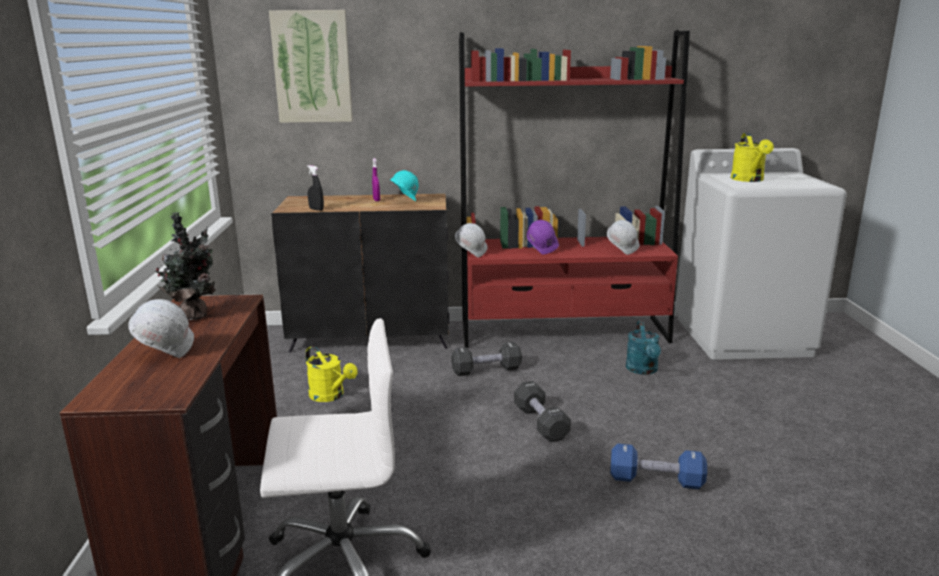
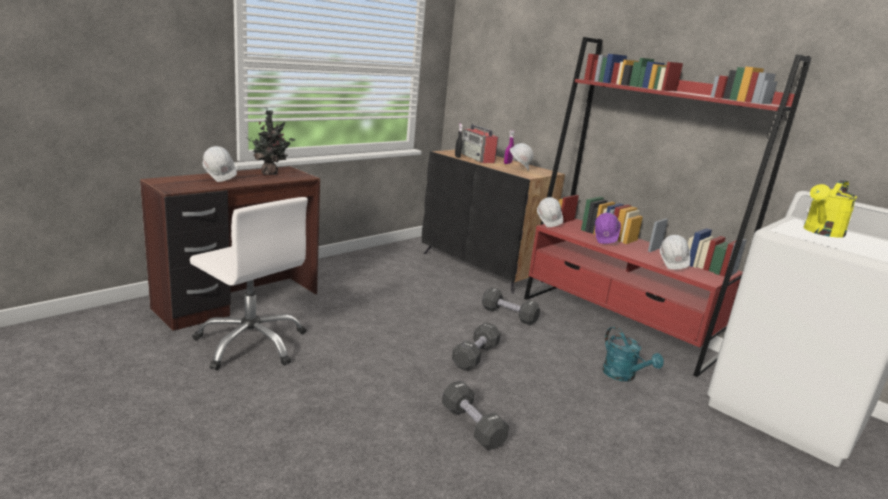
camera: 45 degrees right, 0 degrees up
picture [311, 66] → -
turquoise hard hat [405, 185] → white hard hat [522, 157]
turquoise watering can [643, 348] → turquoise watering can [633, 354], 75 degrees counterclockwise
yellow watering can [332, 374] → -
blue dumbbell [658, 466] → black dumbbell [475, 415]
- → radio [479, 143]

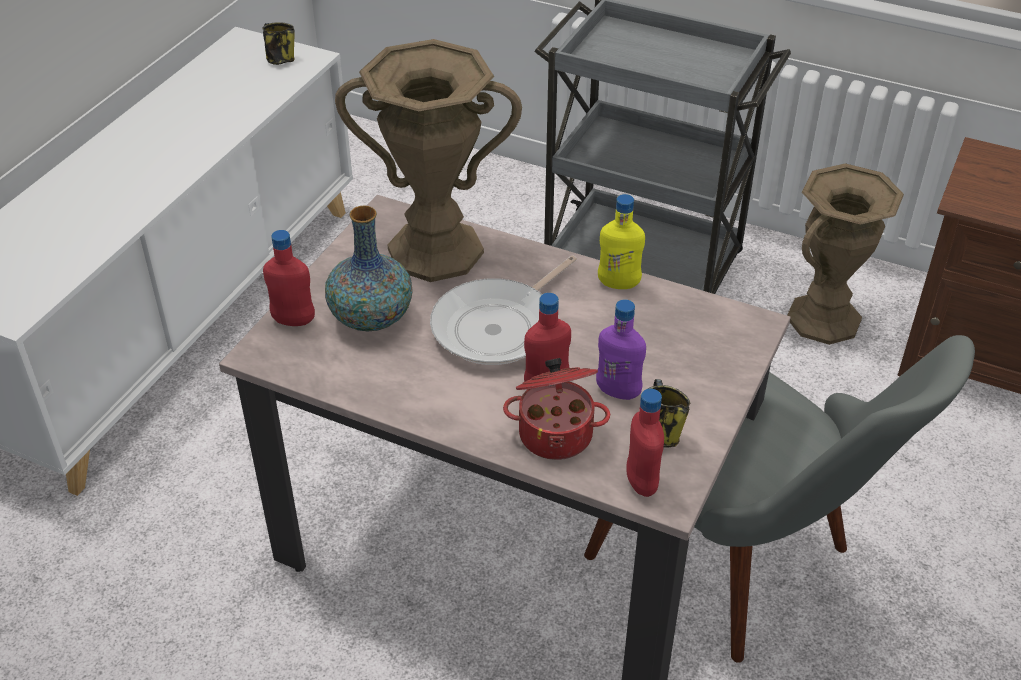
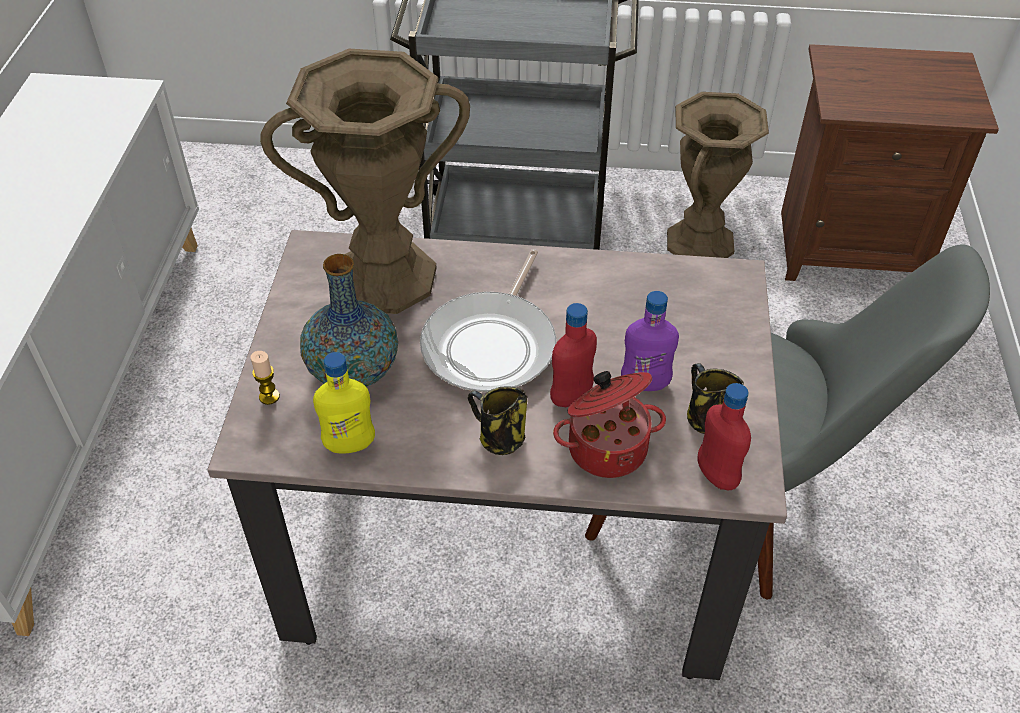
camera: 20 degrees left, 5 degrees up
mug [279, 43] → mug [497, 420], shifted
yellow bottle [621, 241] → yellow bottle [344, 403], shifted
red bottle [289, 278] → candle [265, 378]

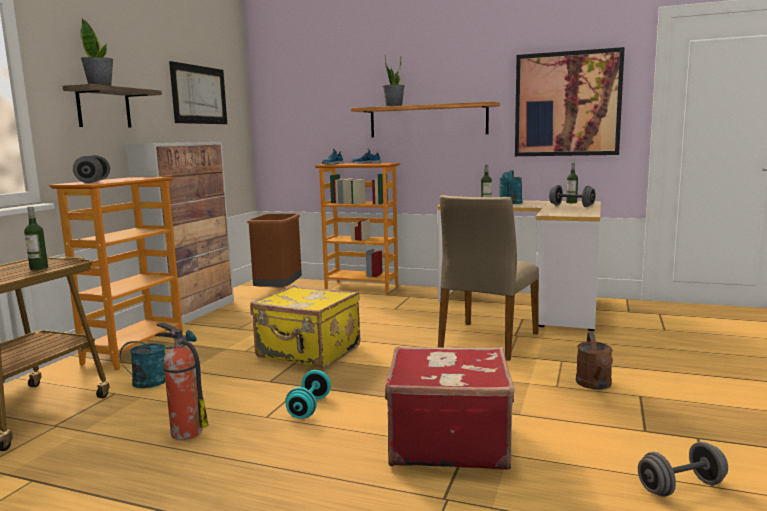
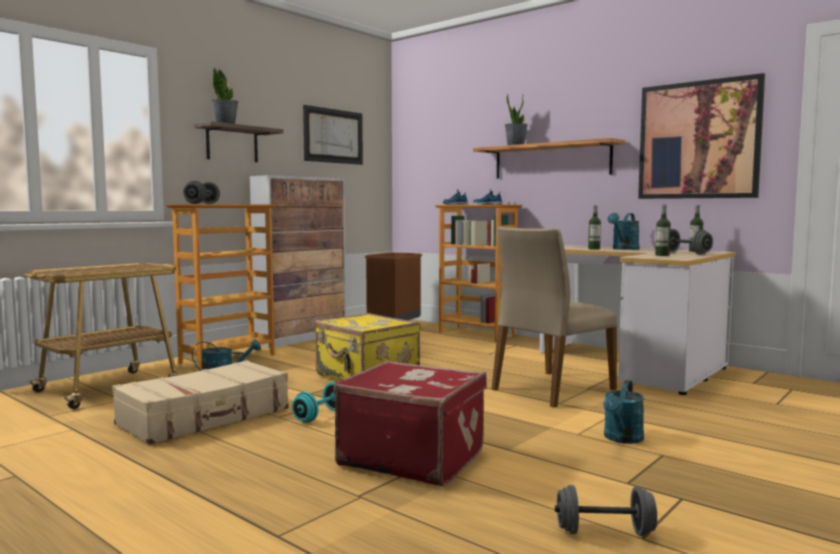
camera: 20 degrees right, 5 degrees down
bottle [36, 238] → bottle [663, 230], shifted
fire extinguisher [181, 381] → beige suitcase [200, 402]
brown watering can [594, 361] → turquoise watering can [623, 412]

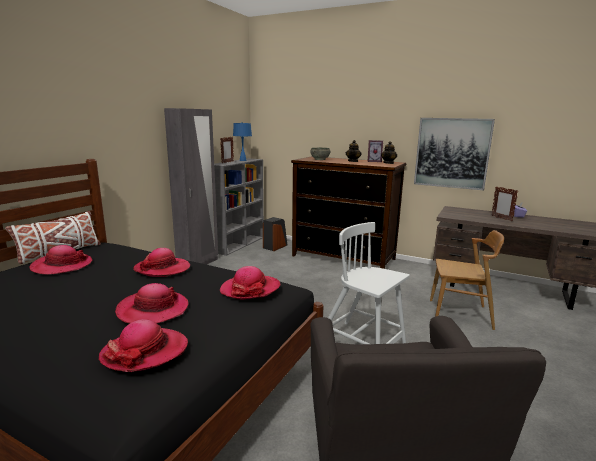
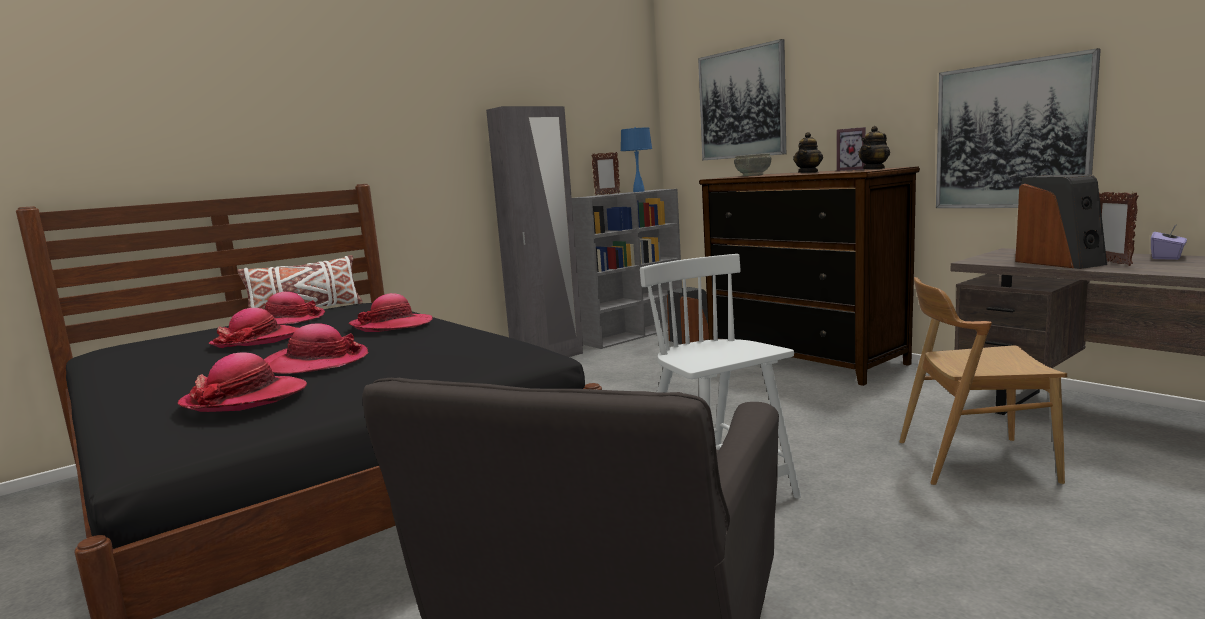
camera: 25 degrees right, 5 degrees down
brown chair [467, 280] → brown chair [983, 381], 150 degrees clockwise
hat [250, 283] → hat [254, 328], shifted
- → picture [742, 100]
- → speaker [1061, 221]

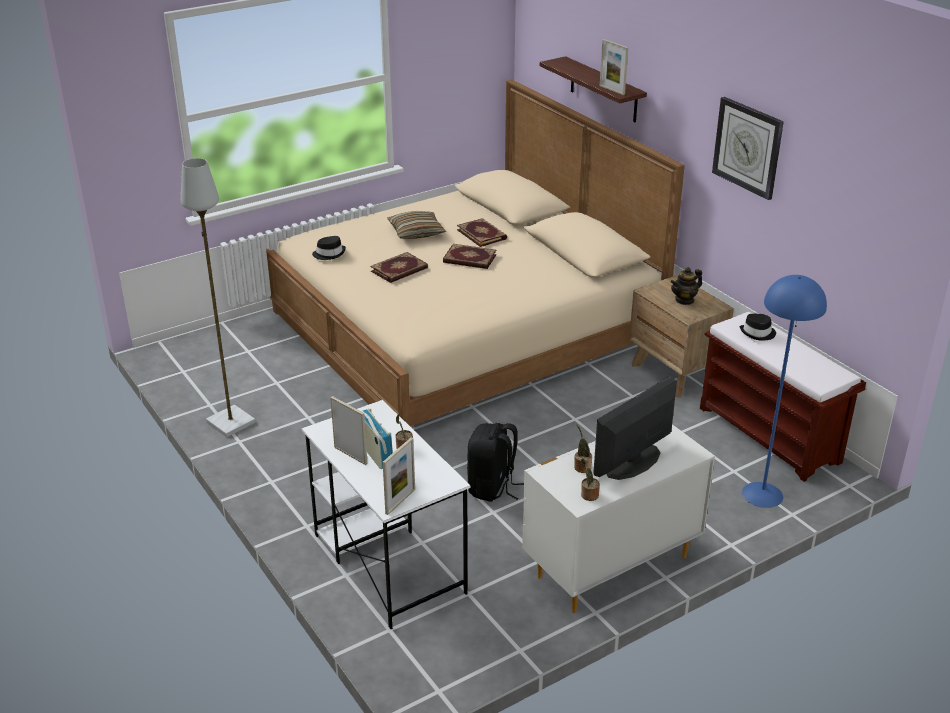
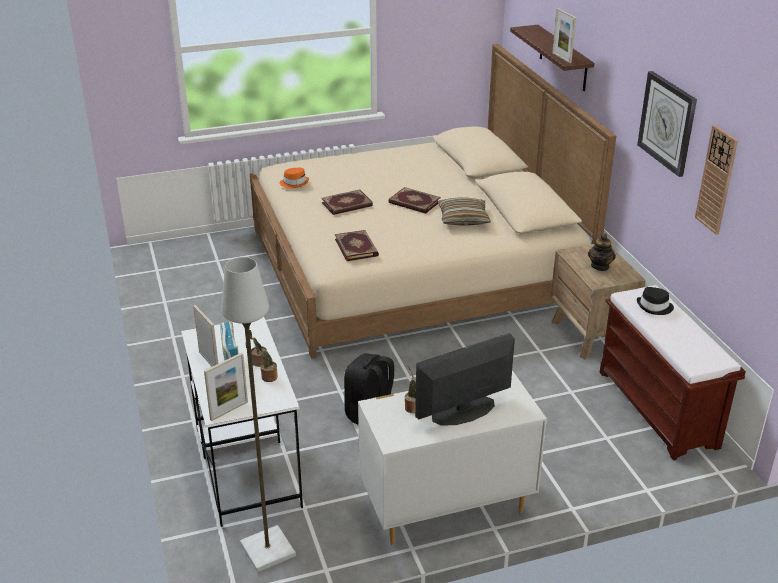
camera: 15 degrees right, 0 degrees up
grey floor lamp [218, 297] → grey floor lamp [258, 414], shifted
pillow [416, 225] → pillow [464, 212], shifted
book [482, 232] → book [357, 245], shifted
black hat [329, 248] → orange hat [294, 178]
teapot [686, 286] → teapot [602, 252], 60 degrees counterclockwise
blue floor lamp [784, 391] → -
potted plant [590, 479] → potted plant [267, 361], shifted
- → wall clock [716, 180]

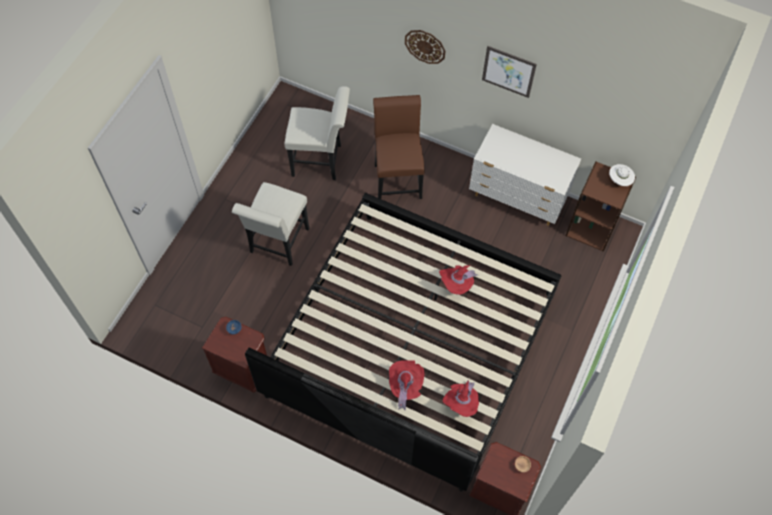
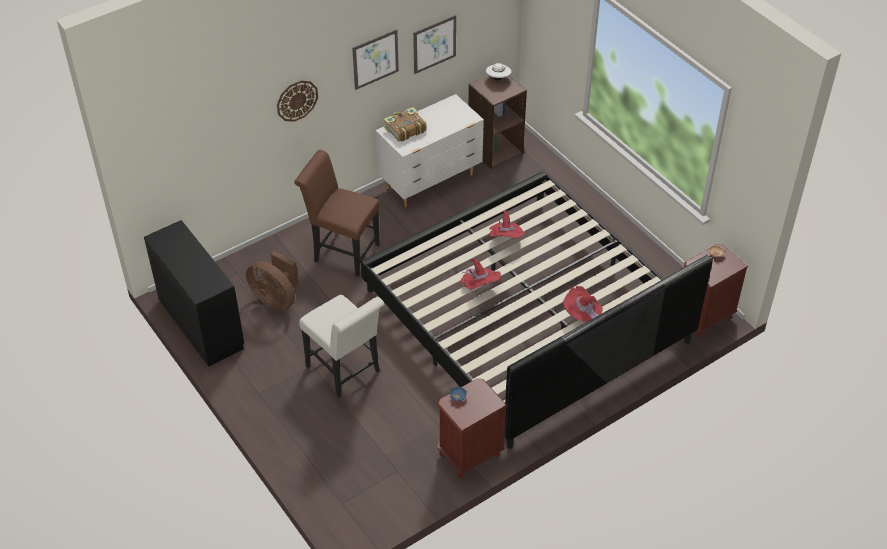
camera: 60 degrees left, 15 degrees down
white chair [317, 133] → brown fan [272, 281]
red hat [461, 398] → red hat [481, 274], shifted
- → picture [434, 44]
- → book [405, 124]
- → black desk [194, 293]

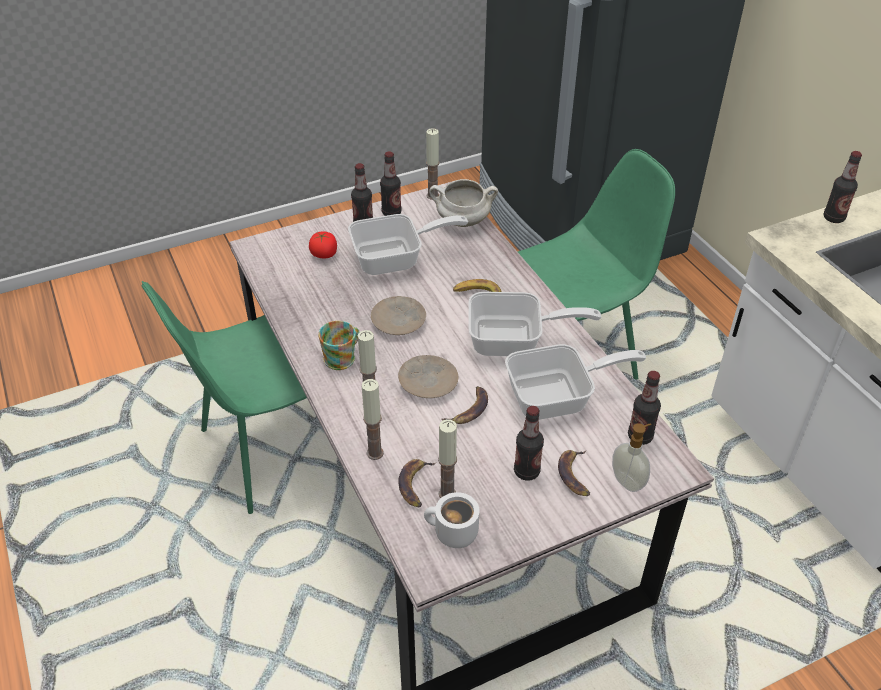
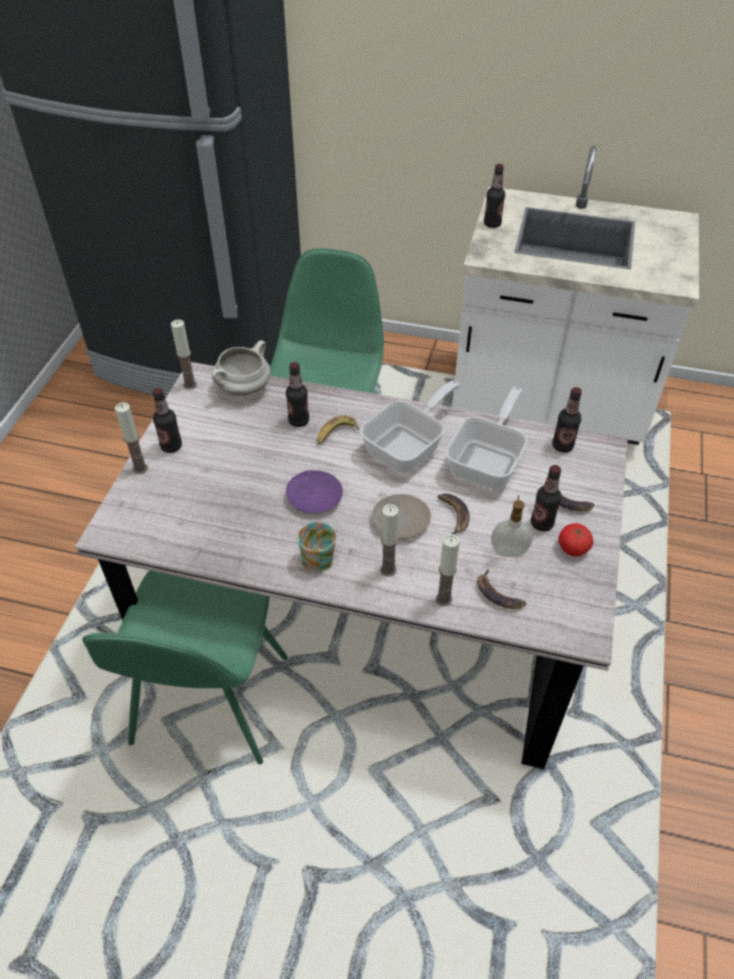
camera: 50 degrees left, 5 degrees up
bottle [391, 183] → bottle [297, 394], shifted
frying pan [408, 244] → -
tomato [323, 245] → tomato [576, 540], shifted
beige plate [398, 315] → purple plate [314, 491]
candle [447, 458] → candle [131, 438], shifted
soap dispenser [632, 457] → soap dispenser [512, 526], shifted
white mug [451, 520] → -

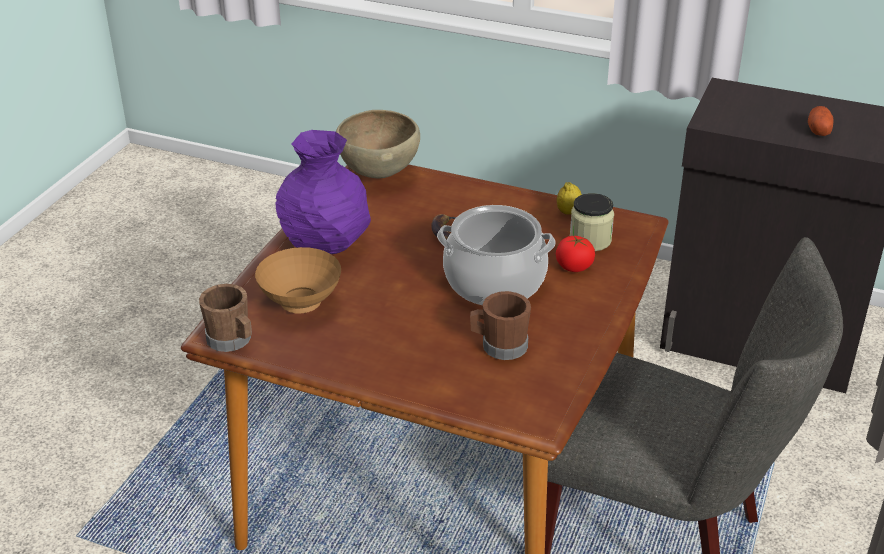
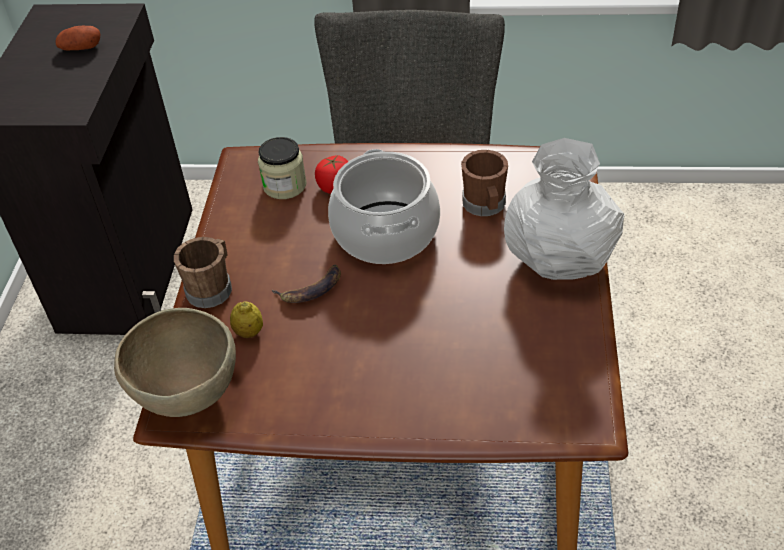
camera: 105 degrees left, 10 degrees up
purple vase [323, 192] → -
lemon [569, 198] → lemon [246, 319], shifted
brown bowl [298, 280] → -
brown mug [225, 318] → brown mug [203, 272], shifted
- → white vase [564, 209]

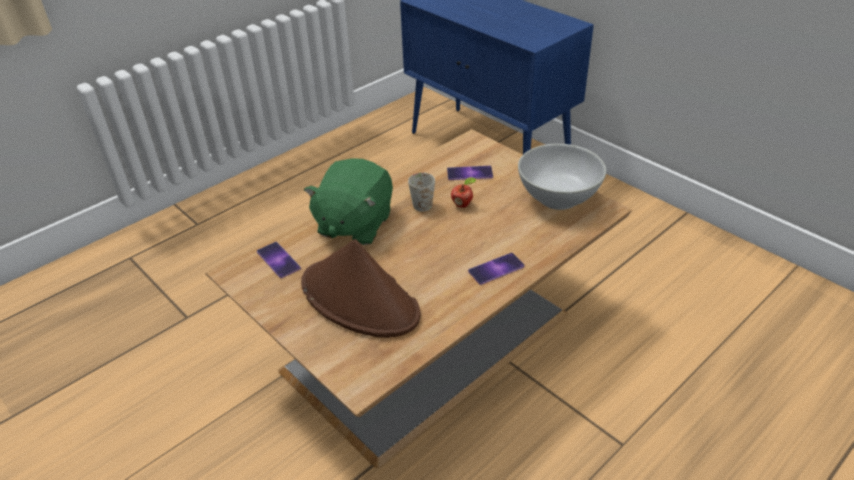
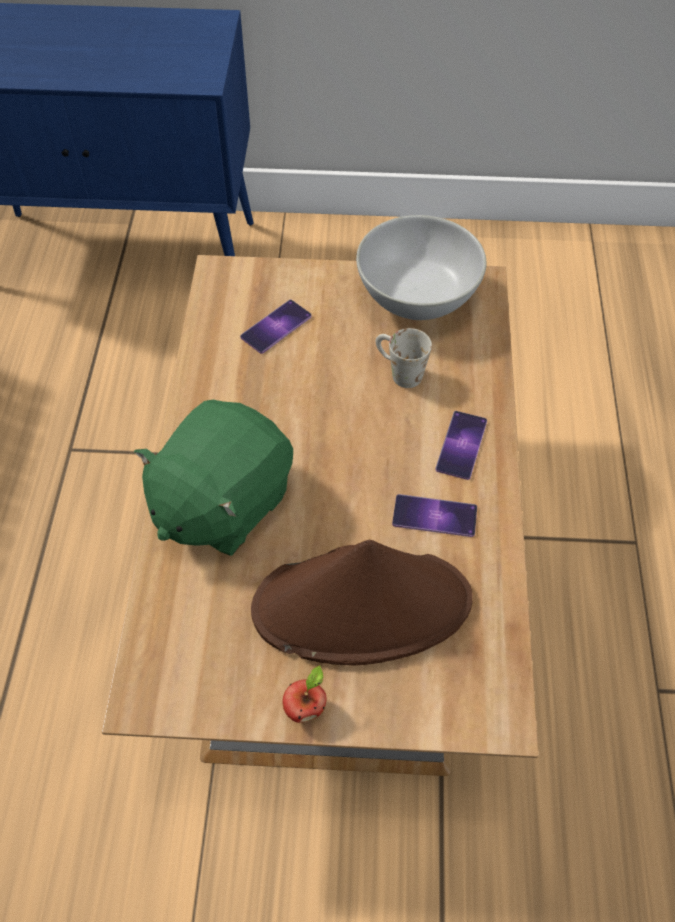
camera: 45 degrees left, 15 degrees up
green plush toy [348, 202] → green plush toy [213, 478], 60 degrees clockwise
white mug [421, 191] → white mug [404, 358], shifted
apple [463, 192] → apple [304, 694], shifted
phone [279, 260] → phone [434, 515], shifted

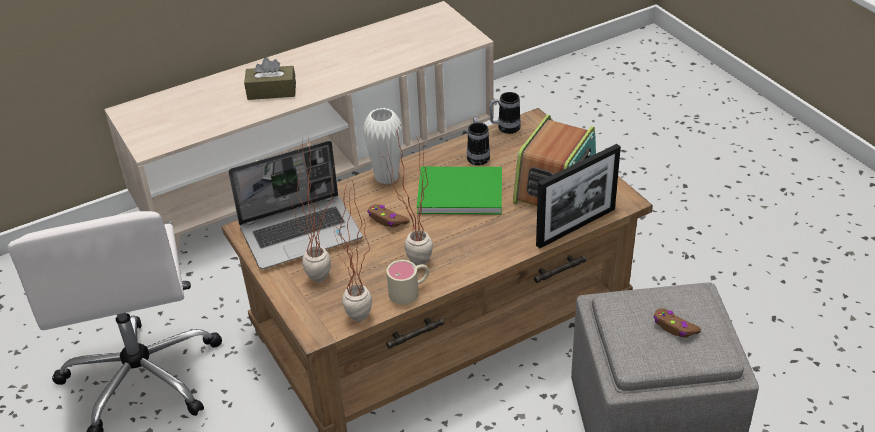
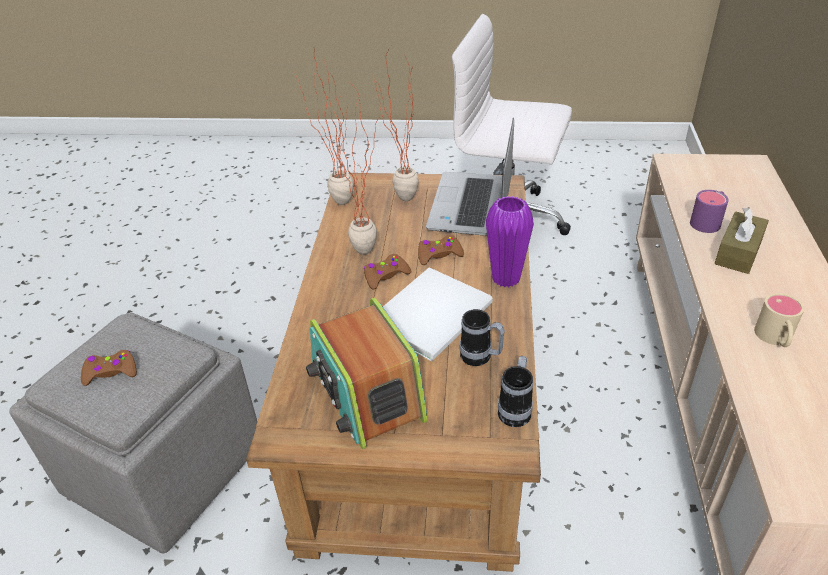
camera: 125 degrees right, 0 degrees up
white vase [383, 146] → purple vase [510, 241]
picture frame [578, 196] → -
green book [459, 191] → white book [438, 314]
beige mug [408, 282] → beige mug [779, 320], shifted
- → purple mug [709, 211]
- → brown game controller [387, 272]

